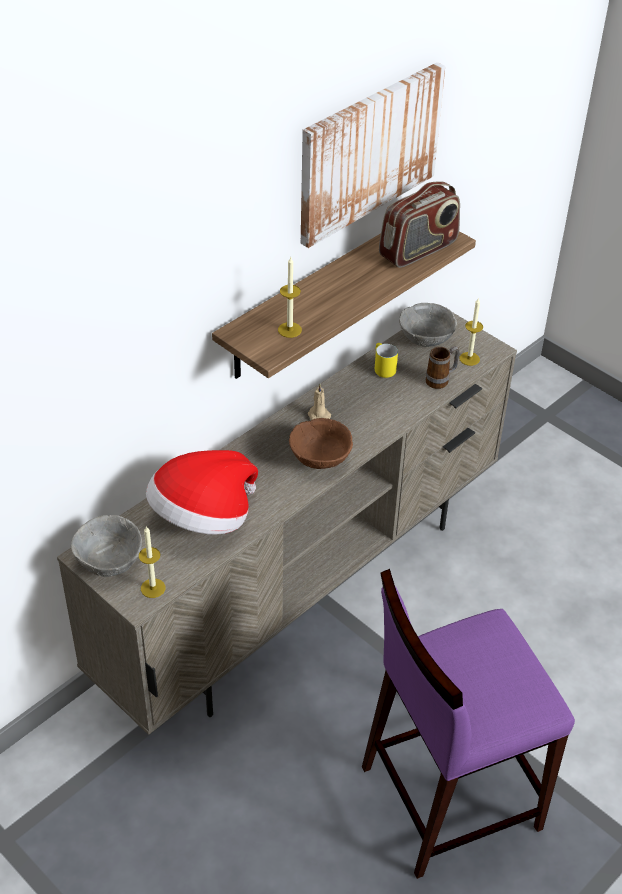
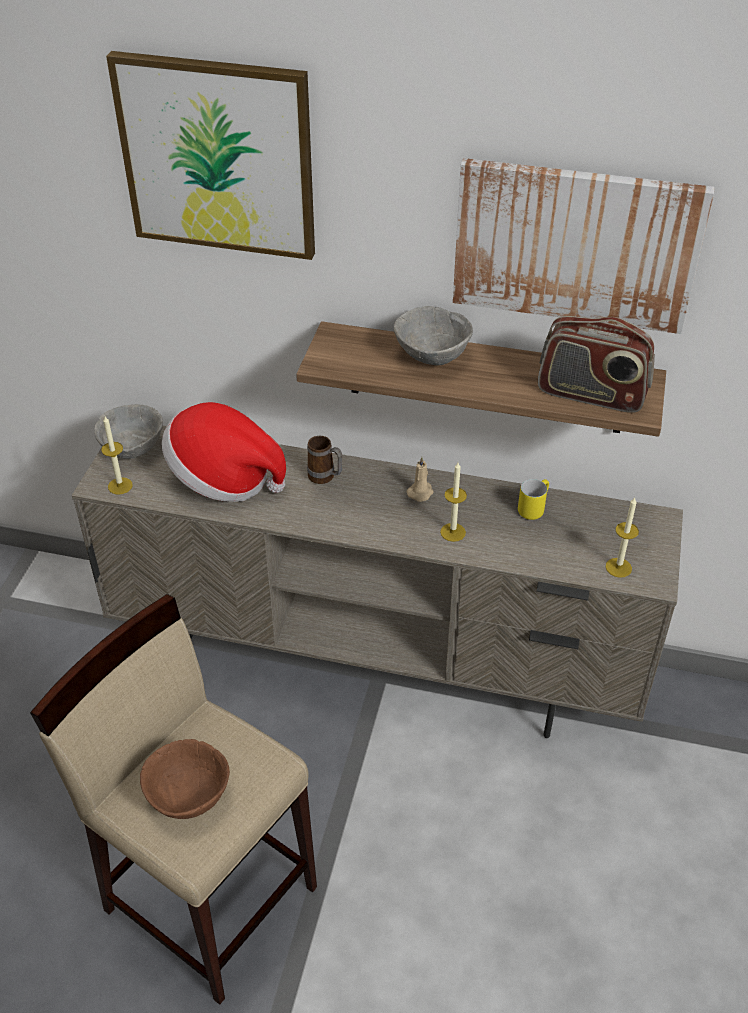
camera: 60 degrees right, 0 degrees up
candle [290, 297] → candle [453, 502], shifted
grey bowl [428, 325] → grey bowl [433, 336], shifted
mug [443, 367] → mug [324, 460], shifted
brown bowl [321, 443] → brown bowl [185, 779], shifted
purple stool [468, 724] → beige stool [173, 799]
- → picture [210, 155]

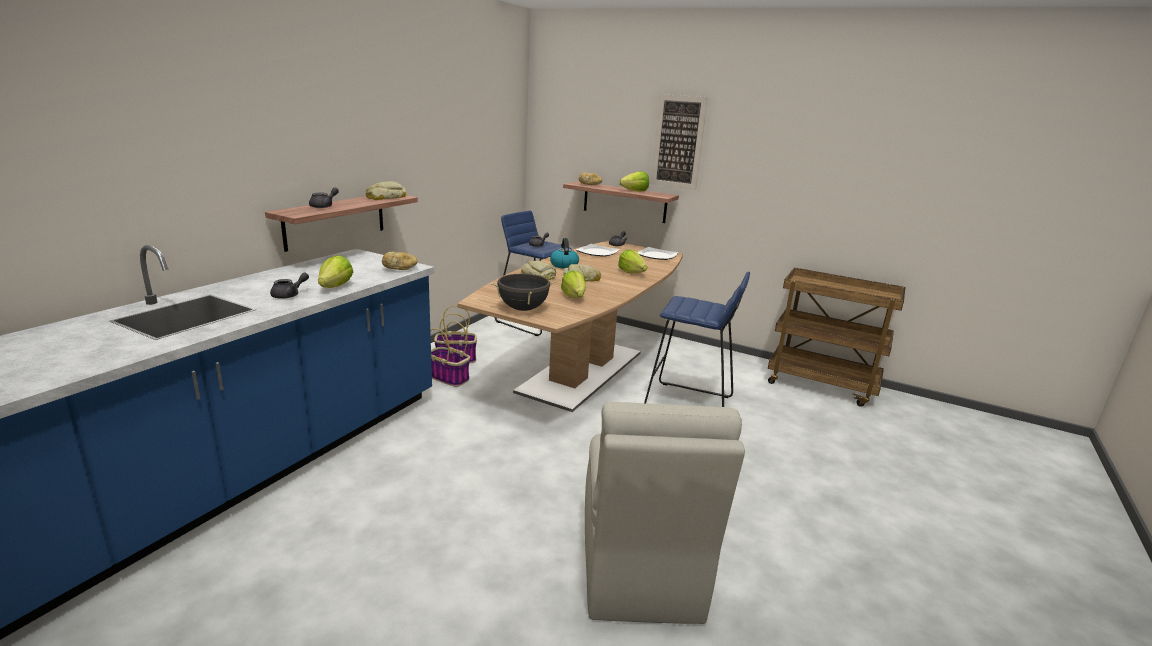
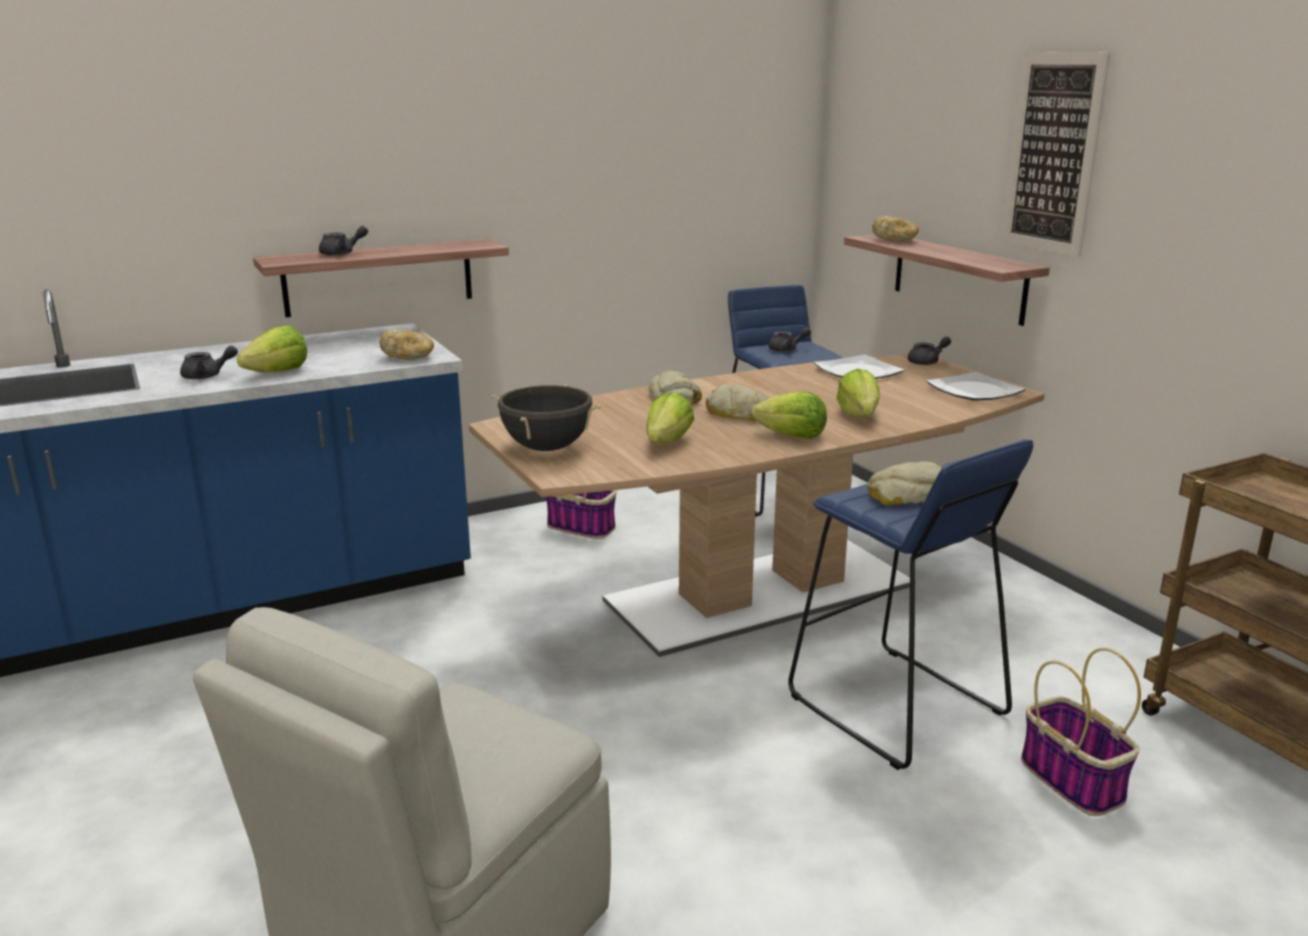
camera: 35 degrees right, 0 degrees up
lettuce [634, 182] → lettuce [789, 415], shifted
bread [385, 190] → bread [904, 483], shifted
kettle [564, 253] → -
basket [450, 354] → basket [1081, 732], shifted

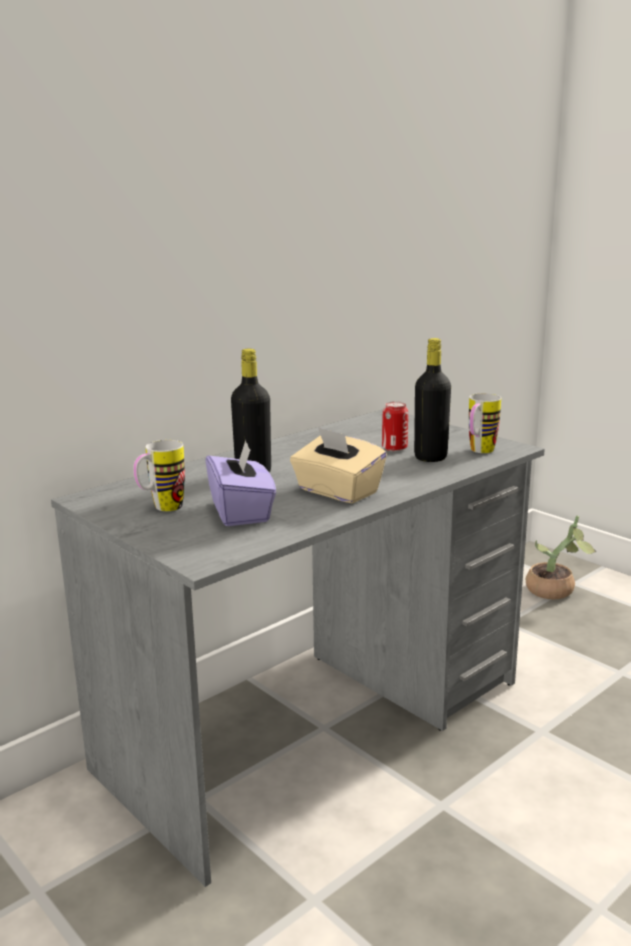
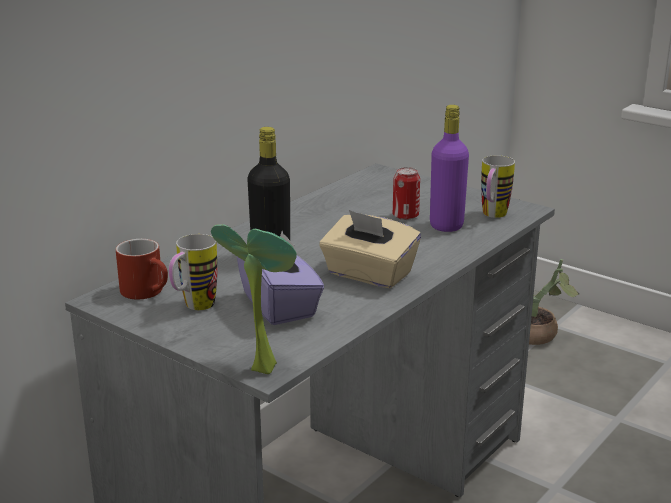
camera: 10 degrees left, 5 degrees up
black bottle [432, 400] → purple bottle [449, 168]
- → potted plant [254, 299]
- → red mug [142, 269]

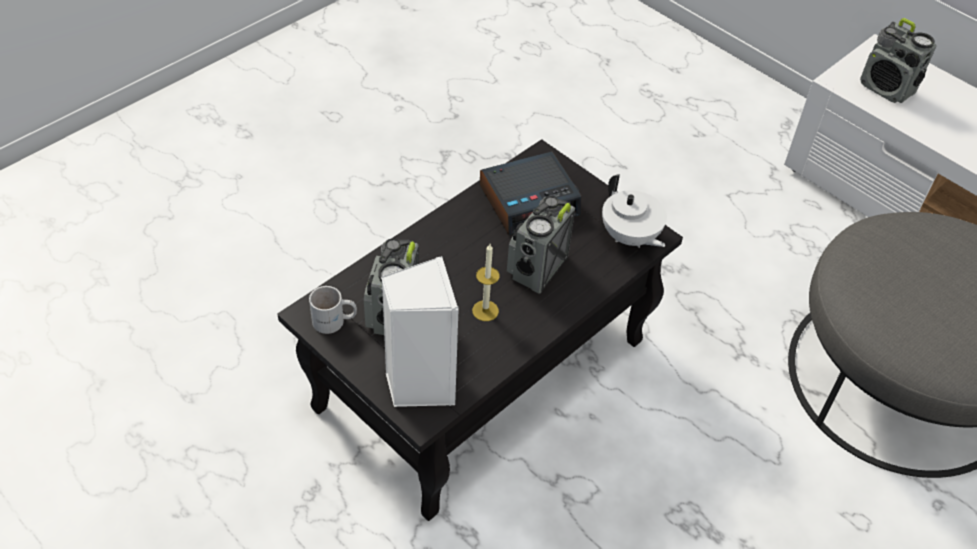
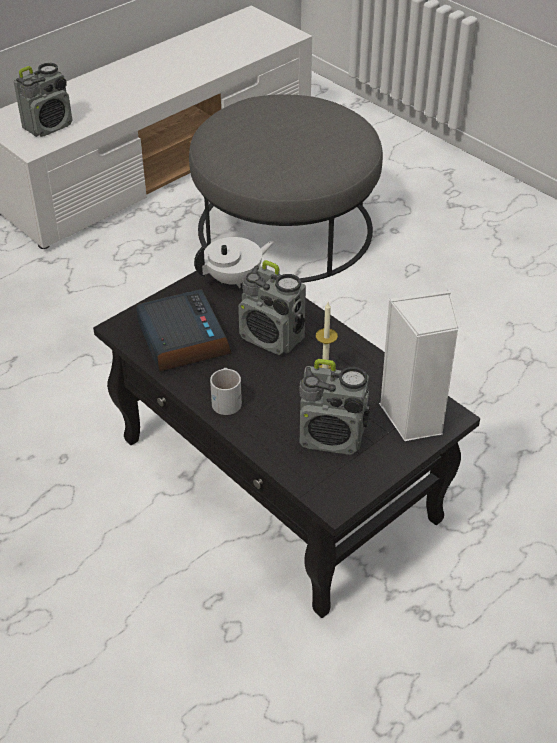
camera: 85 degrees left, 5 degrees down
white mug [333, 310] → white mug [226, 391], shifted

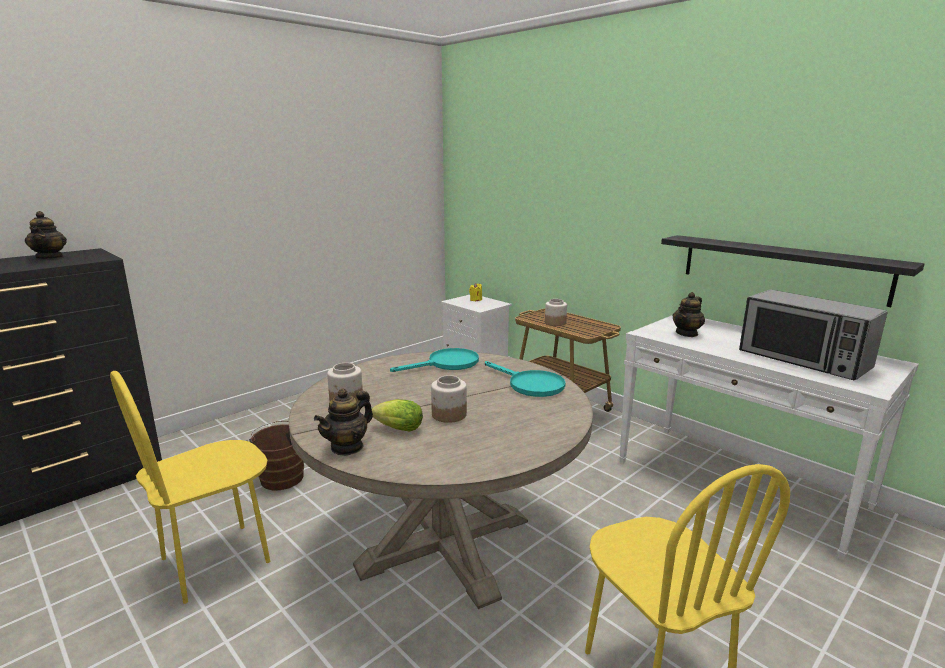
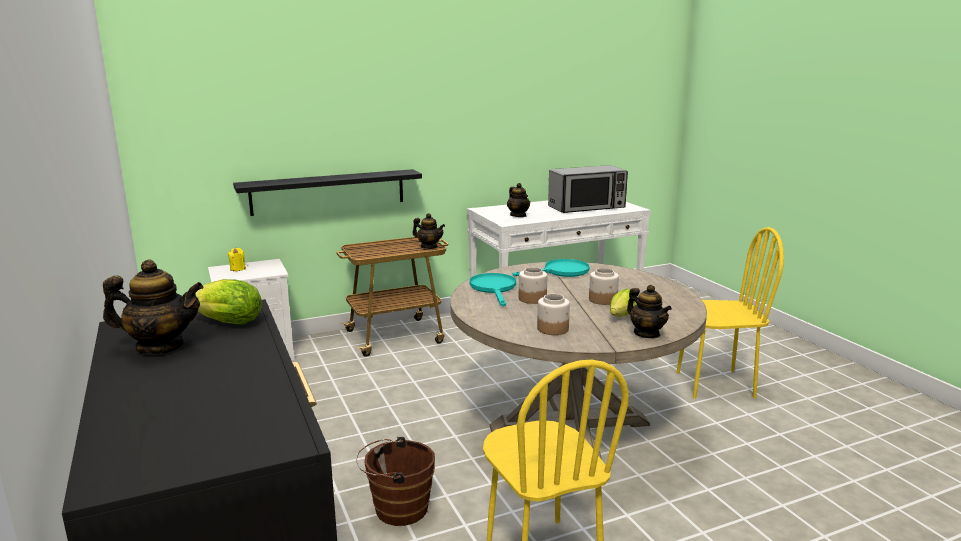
camera: 70 degrees left, 0 degrees up
black shelf [792, 271] → black shelf [327, 192], shifted
jar [556, 312] → jar [533, 285], shifted
- → teapot [428, 231]
- → lettuce [228, 302]

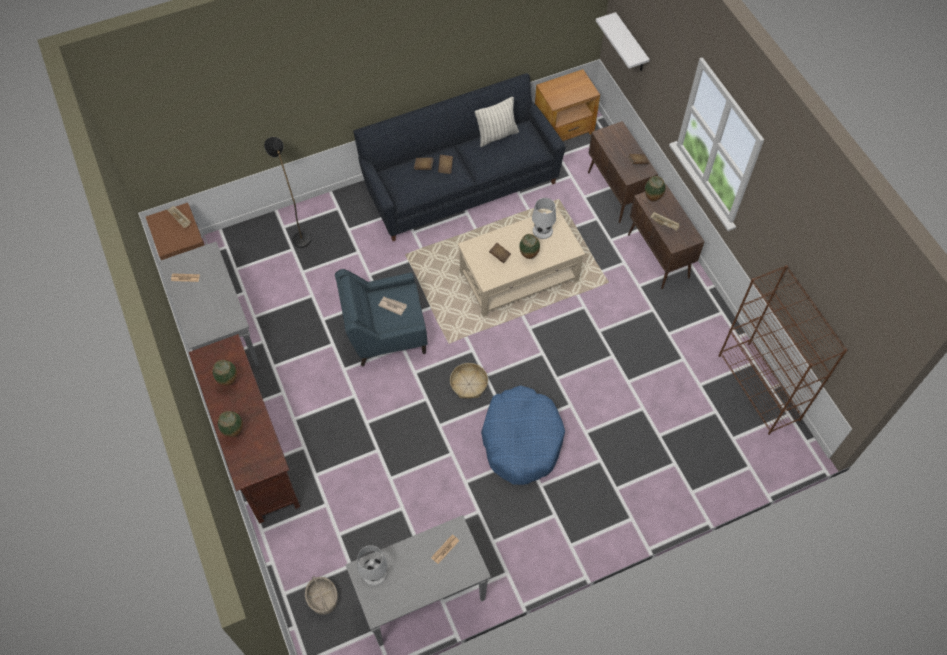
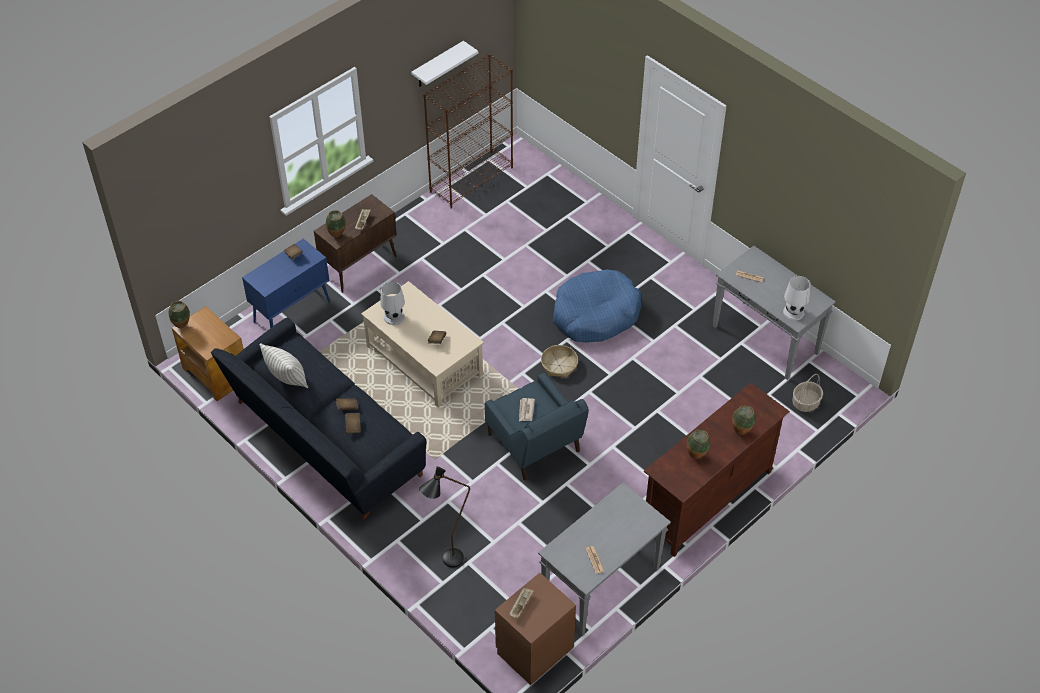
camera: 110 degrees left, 10 degrees down
white shelf [623, 41] → white shelf [444, 64], shifted
brown cabinet [623, 172] → blue cabinet [286, 283]
vase [529, 246] → vase [179, 314], shifted

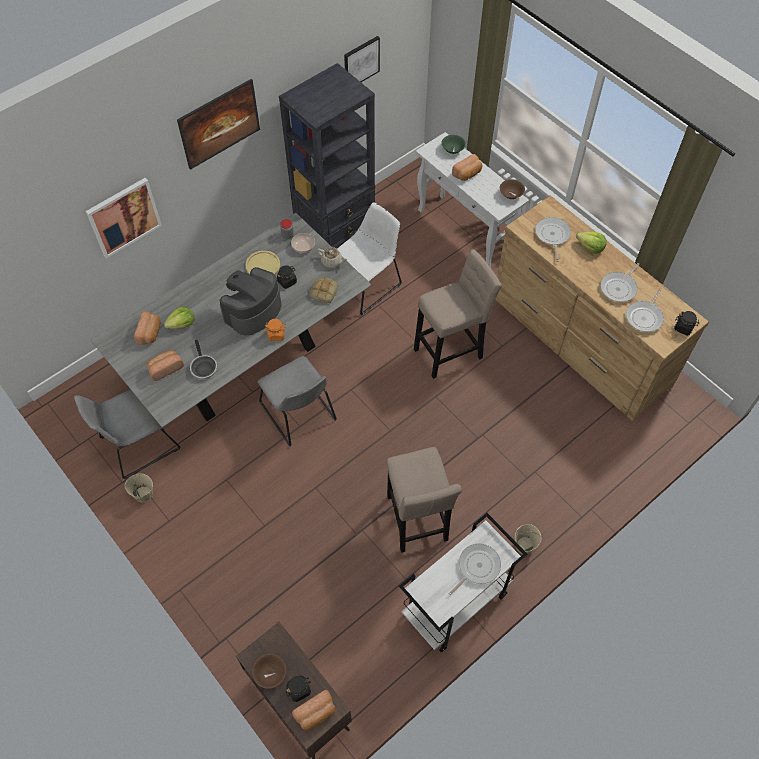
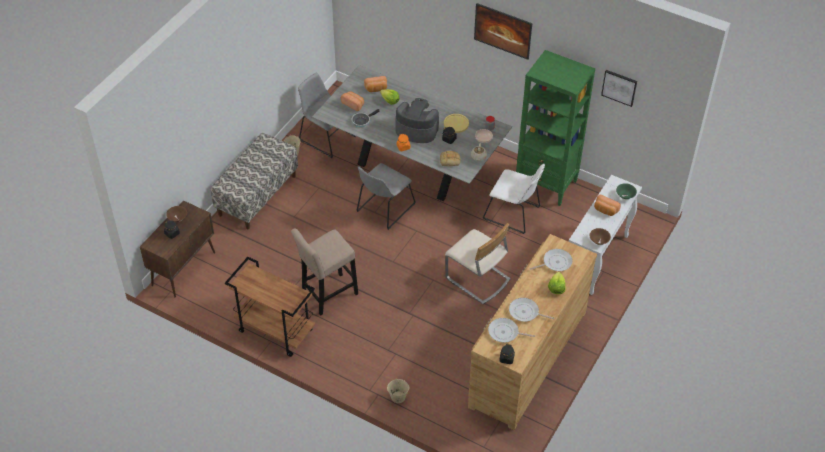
camera: 70 degrees right, 10 degrees down
black bookcase [327, 156] → green bookcase [555, 128]
picture [124, 218] → -
beige stool [458, 314] → beige chair [477, 263]
white cart [463, 582] → brown cart [270, 307]
beige bucket [528, 539] → beige bucket [398, 390], shifted
frying pan [474, 569] → -
bread [313, 710] → -
- → bench [254, 181]

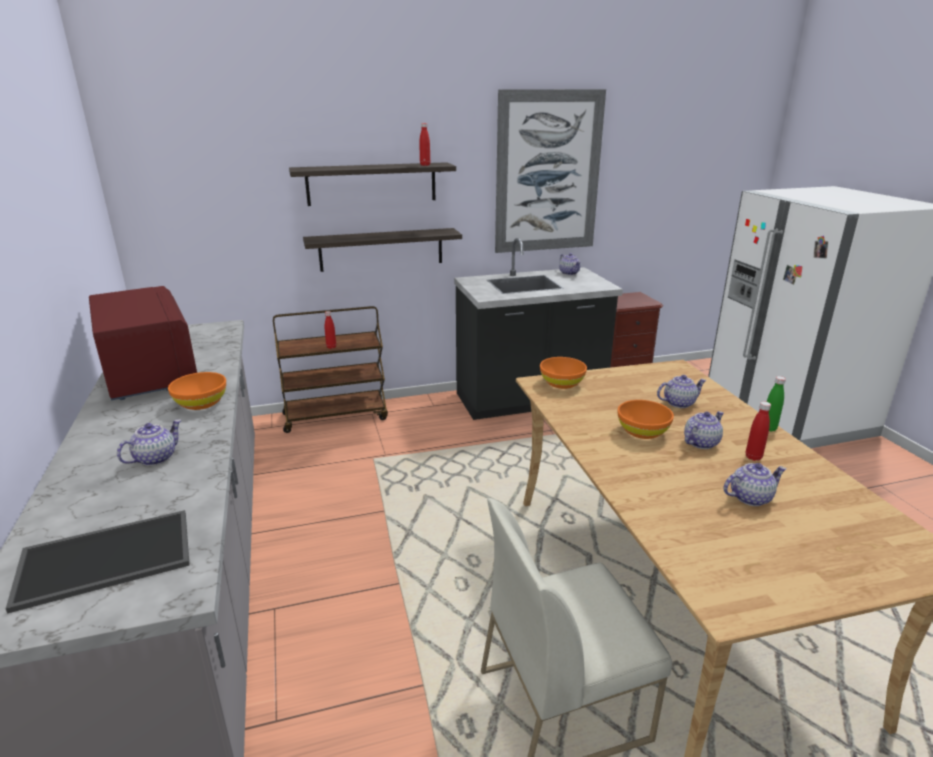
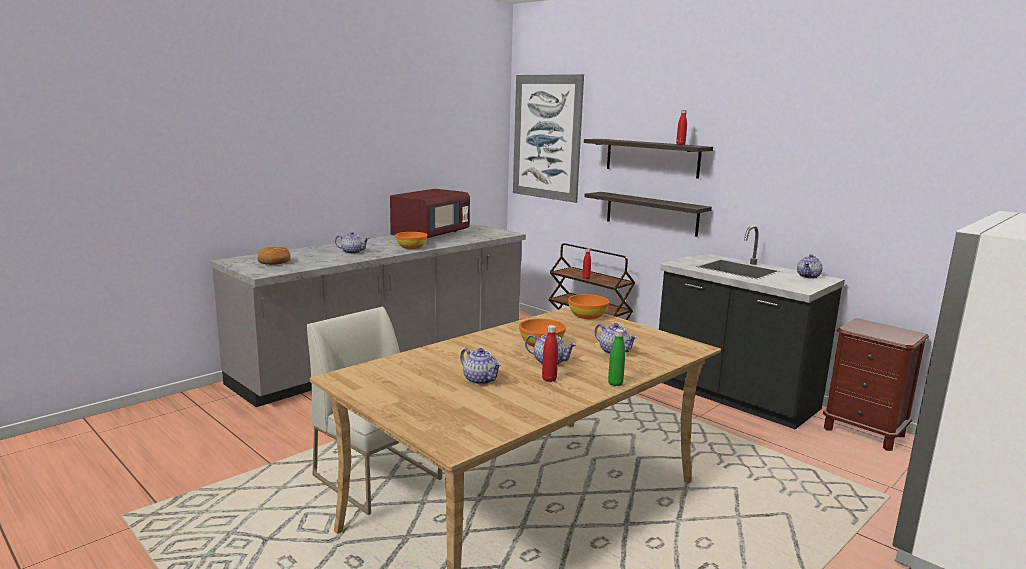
camera: 60 degrees right, 10 degrees down
picture [550, 171] → picture [548, 138], shifted
tray [98, 562] → bread [274, 256]

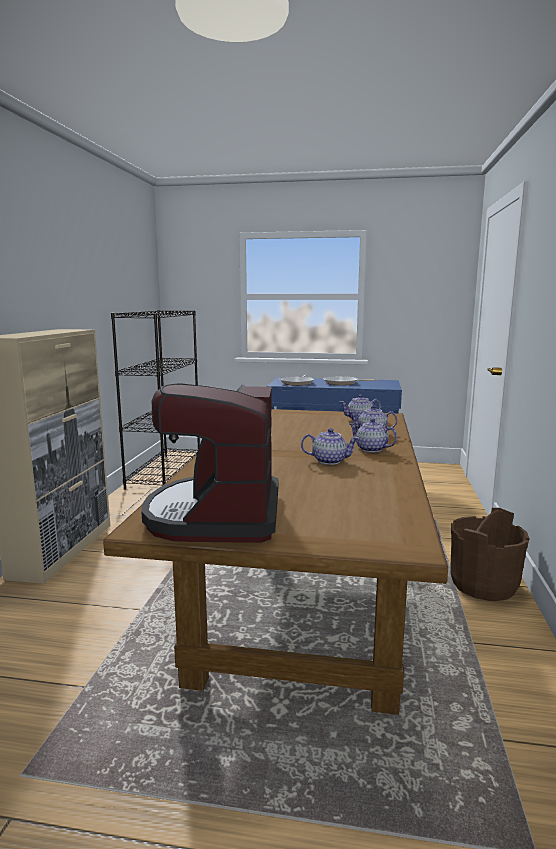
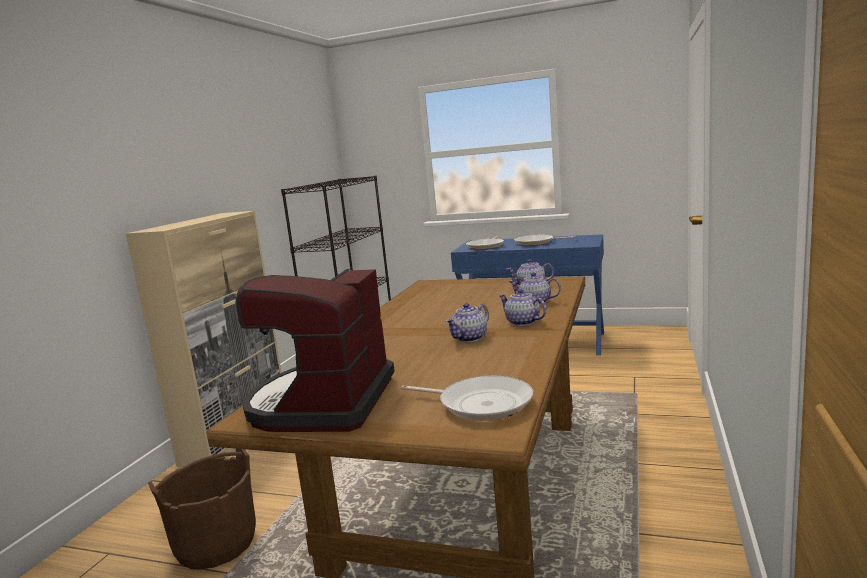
camera: 10 degrees right, 0 degrees up
teapot [330, 446] → teapot [467, 322], 120 degrees clockwise
brown bucket [489, 554] → brown bucket [202, 509], shifted
- → frying pan [467, 398]

